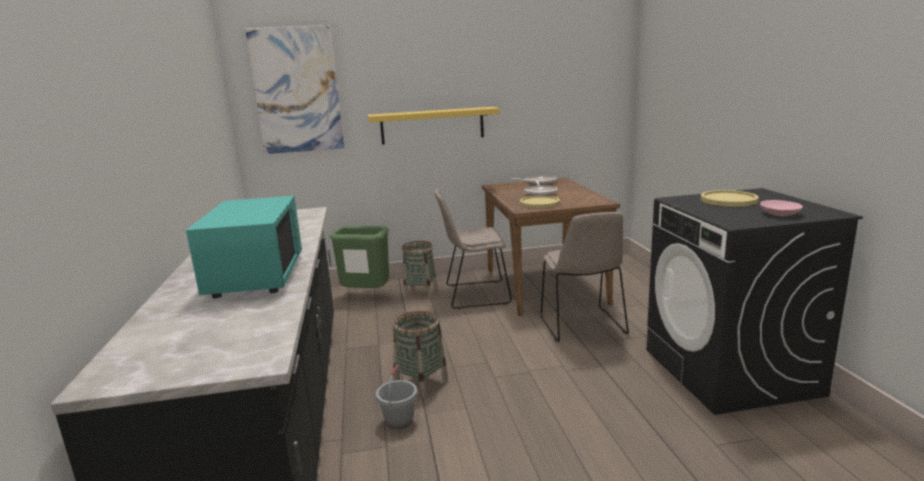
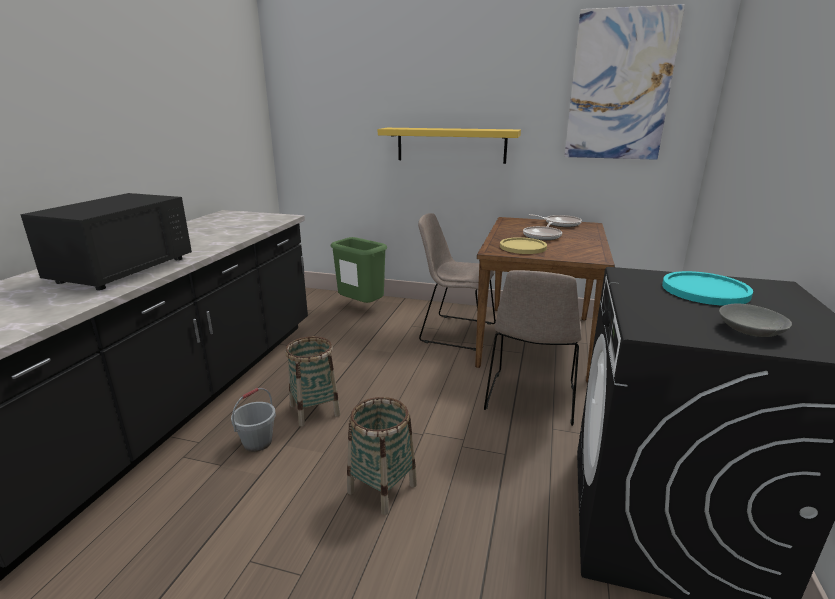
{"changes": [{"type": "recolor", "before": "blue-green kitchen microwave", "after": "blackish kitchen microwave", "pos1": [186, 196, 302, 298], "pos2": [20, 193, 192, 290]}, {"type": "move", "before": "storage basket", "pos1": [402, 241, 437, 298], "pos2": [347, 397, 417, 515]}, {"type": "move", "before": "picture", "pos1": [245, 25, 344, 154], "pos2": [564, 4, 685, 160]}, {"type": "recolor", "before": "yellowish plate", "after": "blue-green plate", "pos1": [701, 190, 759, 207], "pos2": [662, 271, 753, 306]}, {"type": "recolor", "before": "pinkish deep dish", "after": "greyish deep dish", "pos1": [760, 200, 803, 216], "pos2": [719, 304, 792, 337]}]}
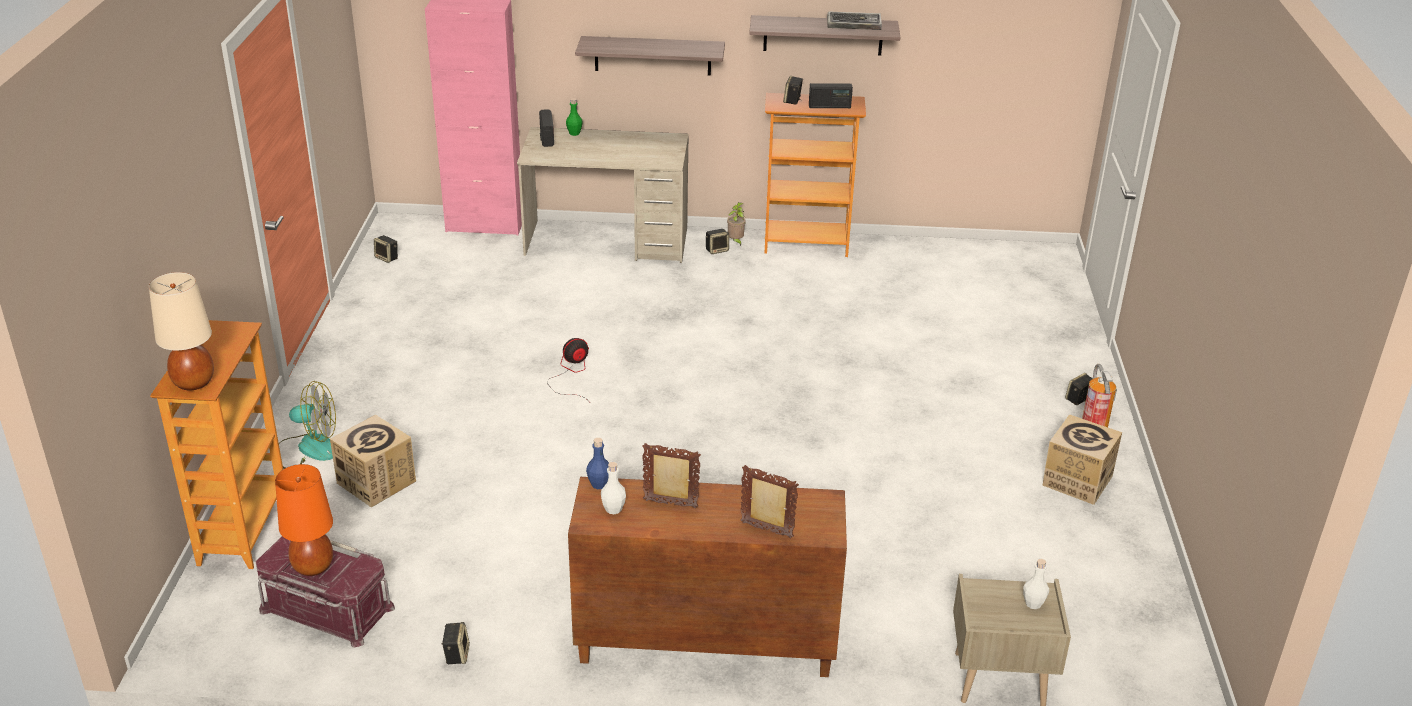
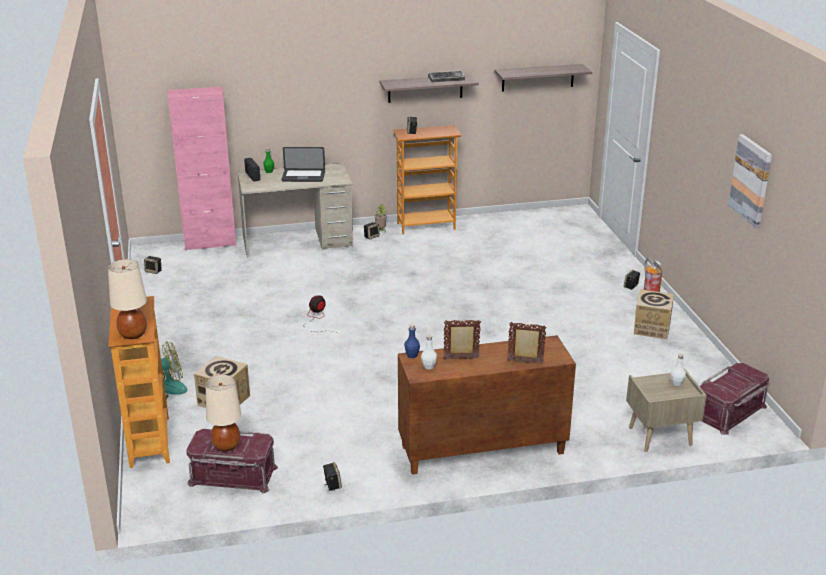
{"changes": [{"type": "recolor", "before": "orange tabletop lamp", "after": "beige-coloured tabletop lamp", "pos1": [275, 464, 333, 576], "pos2": [206, 375, 241, 451]}, {"type": "insert", "after": "laptop", "pos2": [281, 147, 325, 182]}, {"type": "move", "before": "bracket shelf", "pos1": [575, 36, 725, 76], "pos2": [494, 64, 592, 92]}, {"type": "insert", "after": "red-coloured storage box", "pos2": [700, 363, 770, 435]}, {"type": "insert", "after": "picture", "pos2": [728, 134, 772, 228]}, {"type": "delete", "before": "radio set", "pos1": [809, 83, 853, 108]}]}
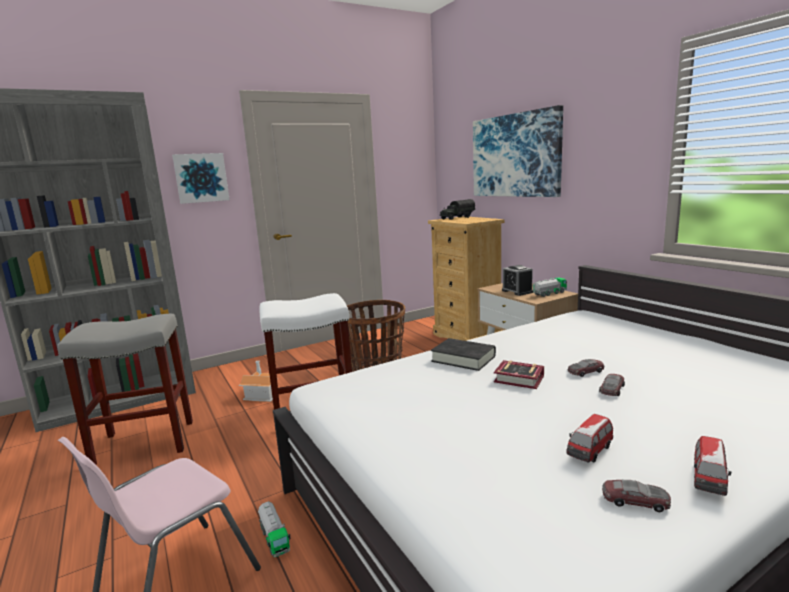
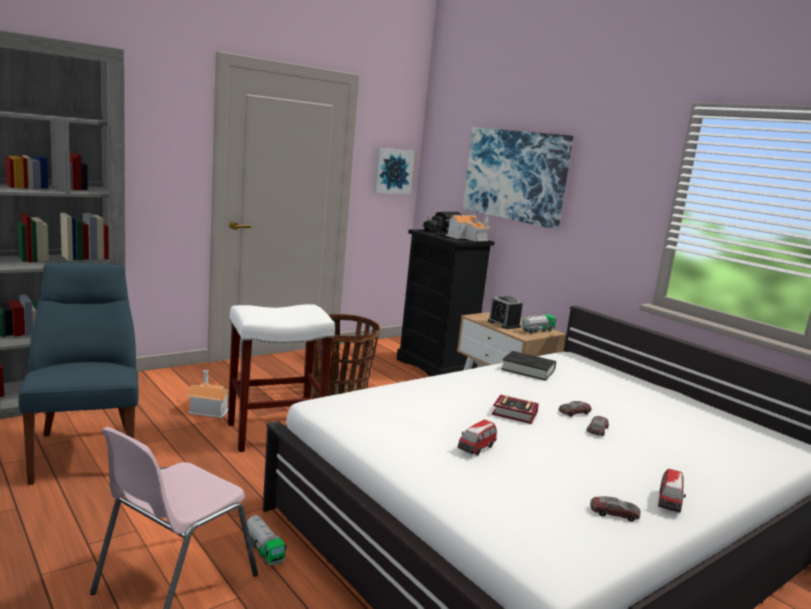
{"changes": [{"type": "replace", "before": "greyish stool", "after": "blue upright chair", "pos1": [58, 314, 193, 465], "pos2": [19, 262, 139, 485]}, {"type": "move", "before": "picture", "pos1": [172, 153, 230, 204], "pos2": [373, 148, 415, 194]}, {"type": "recolor", "before": "beige-coloured dresser", "after": "blackish dresser", "pos1": [428, 216, 505, 341], "pos2": [397, 229, 494, 377]}, {"type": "insert", "after": "miniature house", "pos2": [446, 213, 492, 241]}, {"type": "move", "before": "toy car", "pos1": [566, 414, 613, 463], "pos2": [458, 420, 497, 455]}, {"type": "move", "before": "blackish volume", "pos1": [431, 338, 496, 371], "pos2": [501, 351, 556, 381]}]}
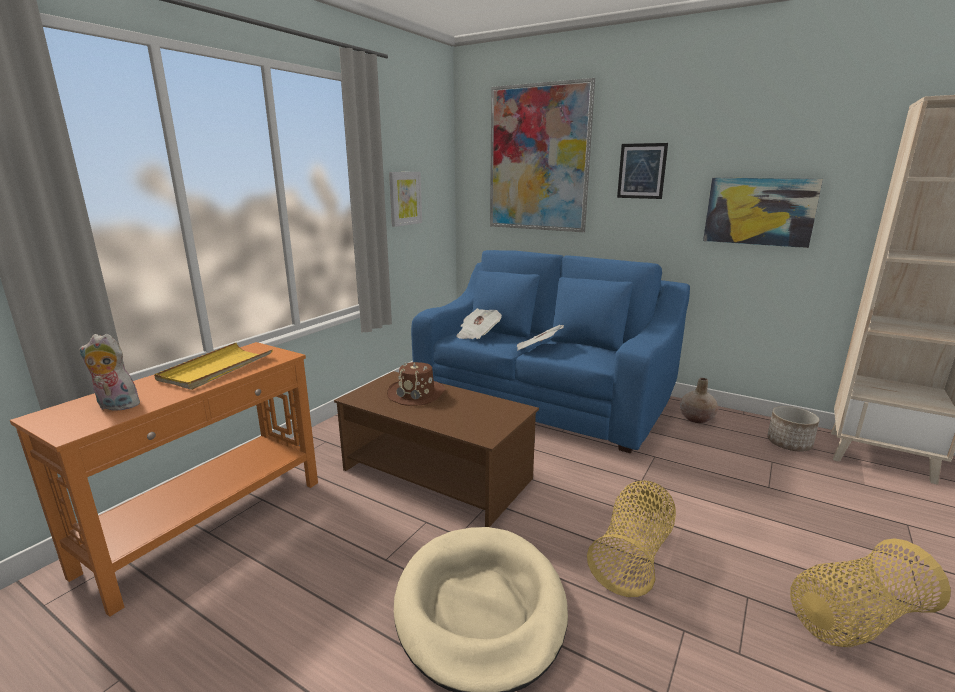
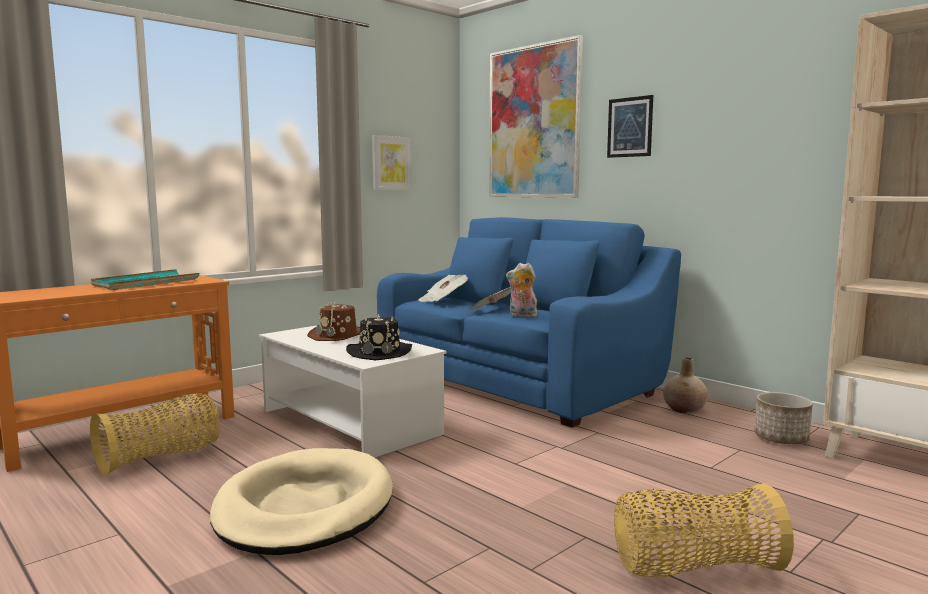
{"changes": [{"type": "move", "before": "storage basket", "pos1": [587, 480, 676, 597], "pos2": [90, 393, 220, 476]}, {"type": "recolor", "before": "yellowish serving tray", "after": "blue-green serving tray", "pos1": [154, 343, 273, 390], "pos2": [91, 269, 199, 290]}, {"type": "recolor", "before": "brown lounge table", "after": "white lounge table", "pos1": [334, 371, 539, 527], "pos2": [259, 325, 447, 458]}, {"type": "insert", "after": "blackish clothing hat", "pos2": [346, 313, 412, 360]}, {"type": "move", "before": "cuddly toy", "pos1": [79, 334, 142, 410], "pos2": [506, 263, 537, 317]}, {"type": "delete", "before": "picture", "pos1": [703, 178, 823, 248]}]}
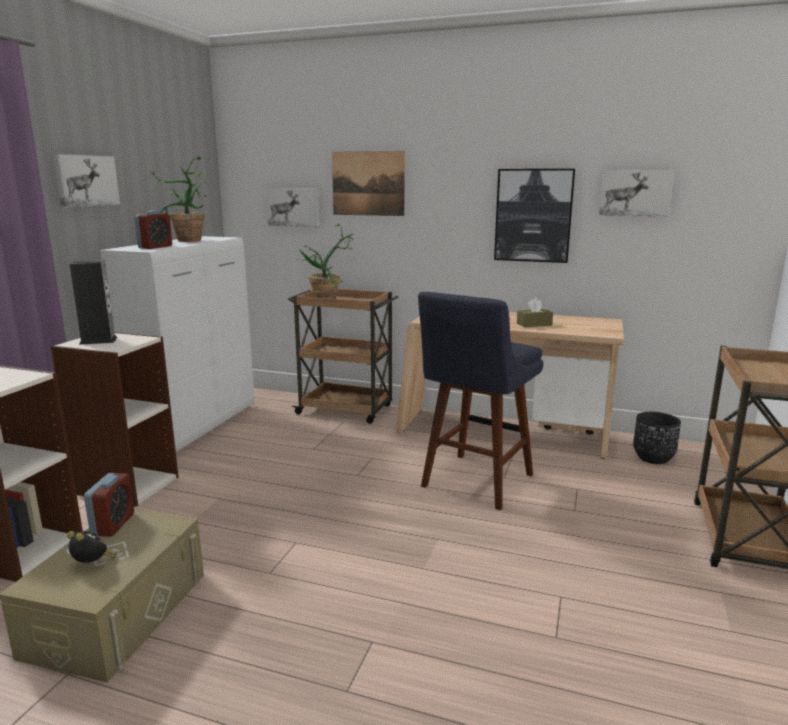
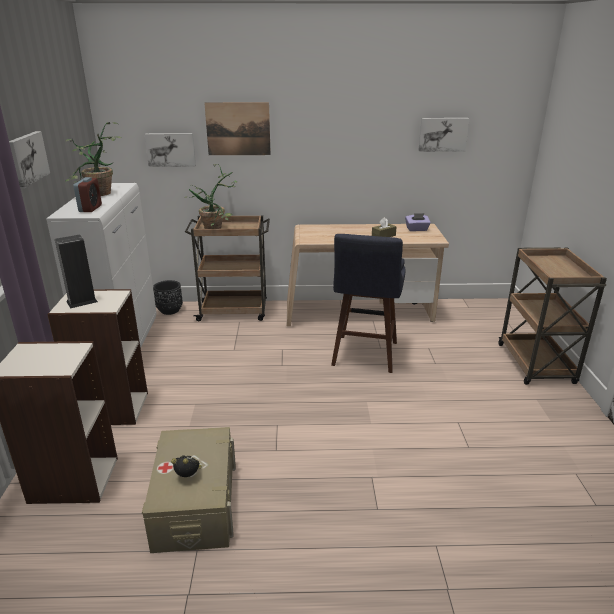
{"changes": [{"type": "move", "before": "blackish planter", "pos1": [633, 412, 681, 464], "pos2": [153, 280, 183, 315]}, {"type": "insert", "after": "purple tissue box", "pos2": [405, 213, 431, 231]}, {"type": "delete", "before": "alarm clock", "pos1": [84, 473, 134, 537]}, {"type": "delete", "before": "picture", "pos1": [494, 169, 575, 263]}]}
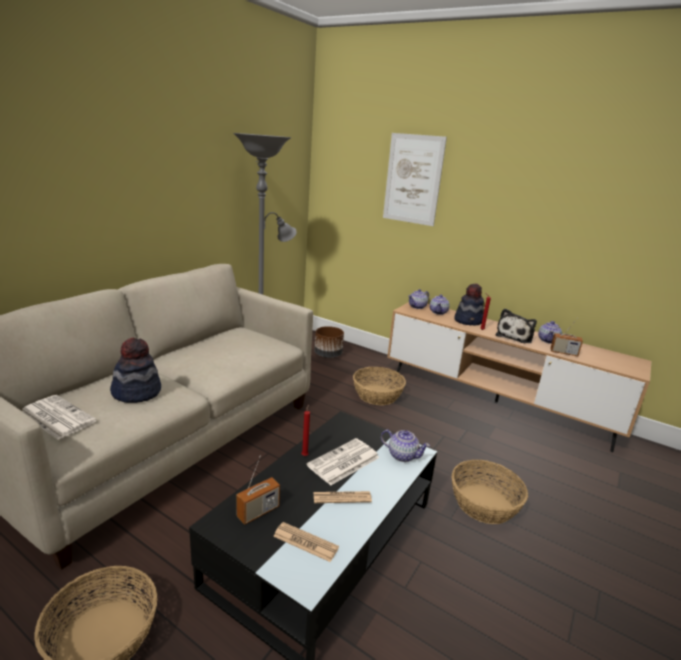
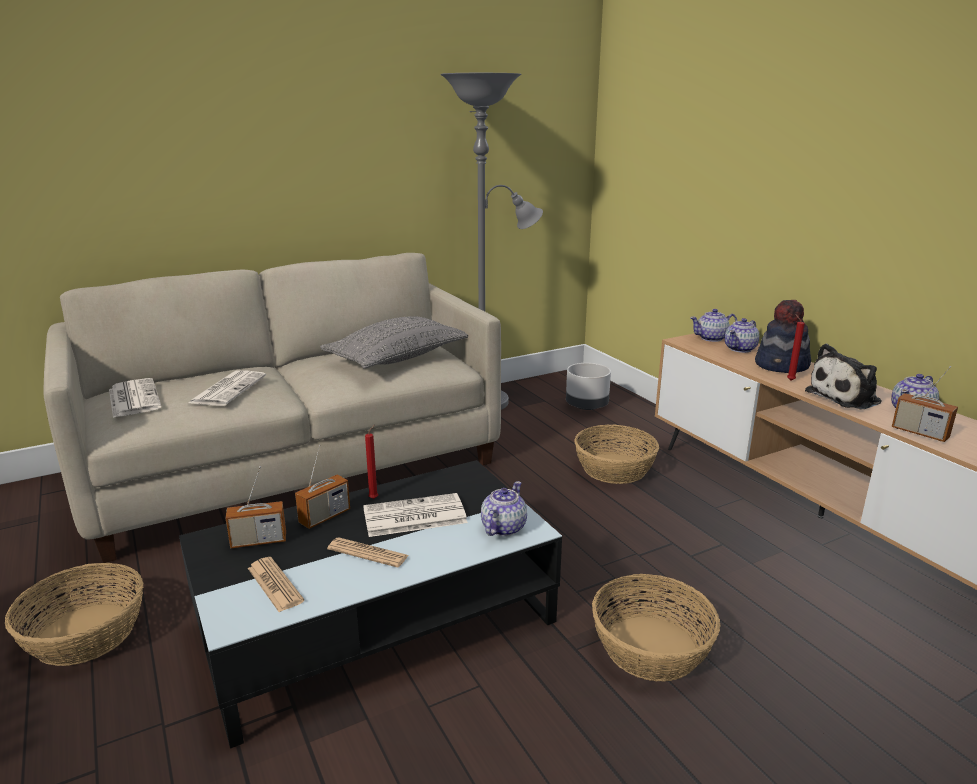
{"changes": [{"type": "replace", "before": "clothing hat", "after": "newspaper", "pos1": [110, 338, 161, 403], "pos2": [189, 371, 266, 406]}, {"type": "insert", "after": "radio set", "pos2": [295, 445, 350, 529]}, {"type": "insert", "after": "greyish throw pillow", "pos2": [320, 316, 468, 369]}, {"type": "rotate", "before": "pot for tea", "pos1": [381, 429, 430, 462], "pos2": [481, 481, 527, 536], "turn": -120}, {"type": "recolor", "before": "brown planter", "after": "greyish planter", "pos1": [314, 326, 344, 358], "pos2": [566, 363, 611, 410]}, {"type": "delete", "before": "picture", "pos1": [383, 133, 447, 226]}]}
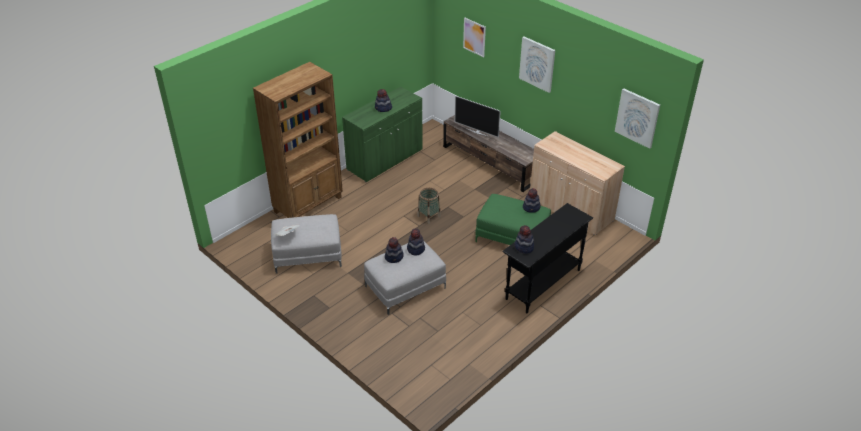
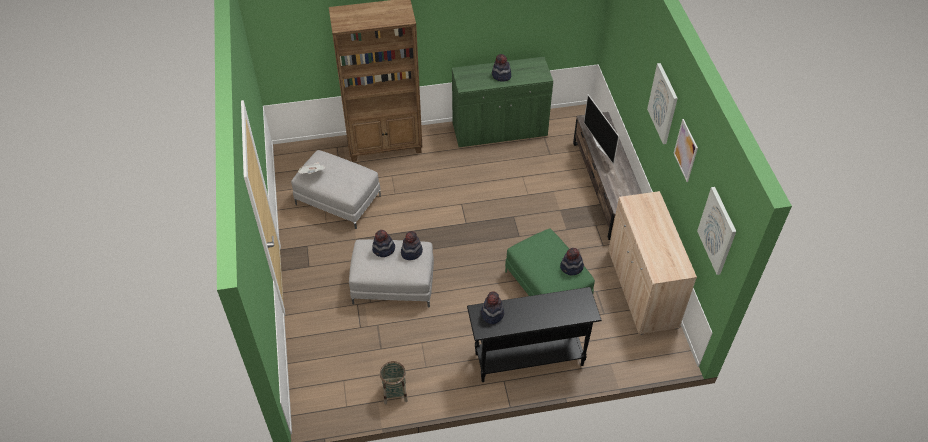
{"changes": [{"type": "move", "before": "storage basket", "pos1": [417, 188, 441, 224], "pos2": [380, 361, 408, 404]}, {"type": "move", "before": "picture", "pos1": [463, 17, 486, 57], "pos2": [674, 119, 698, 182]}]}
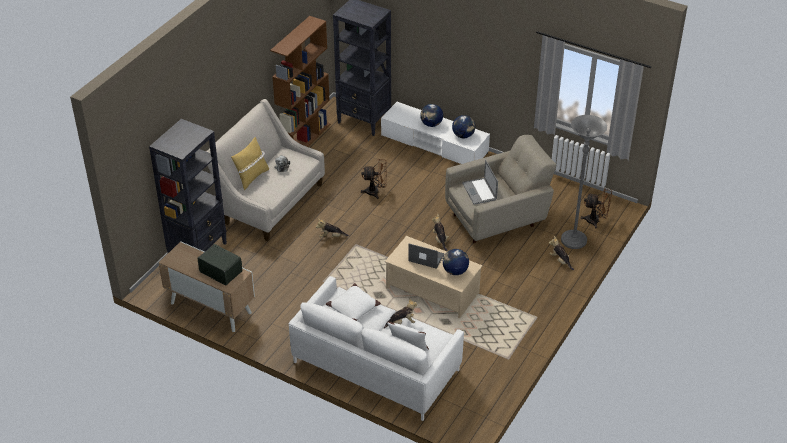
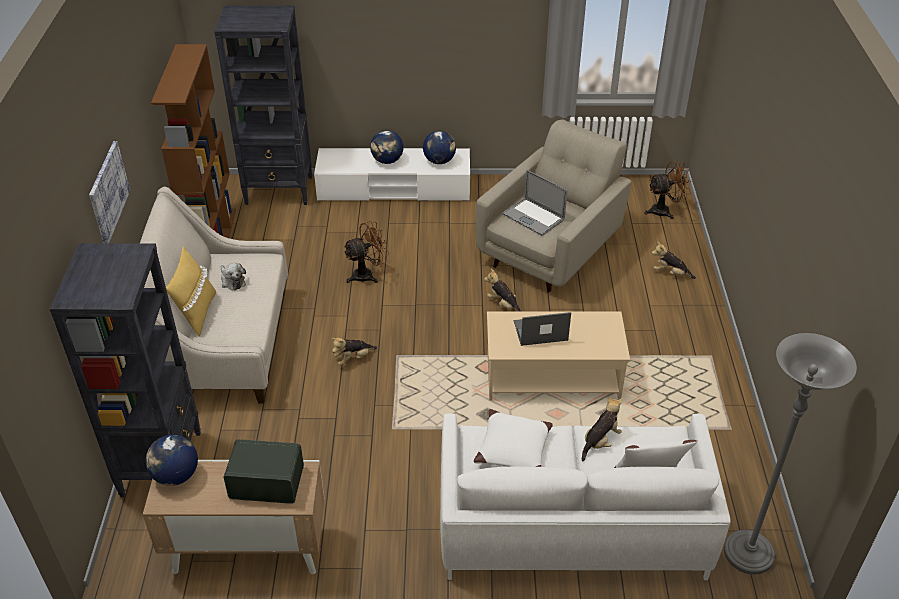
{"changes": [{"type": "insert", "after": "picture", "pos2": [89, 141, 130, 243]}, {"type": "move", "before": "desk globe", "pos1": [443, 249, 469, 275], "pos2": [146, 435, 198, 486]}, {"type": "move", "before": "greyish standard lamp", "pos1": [561, 115, 607, 249], "pos2": [724, 333, 857, 575]}]}
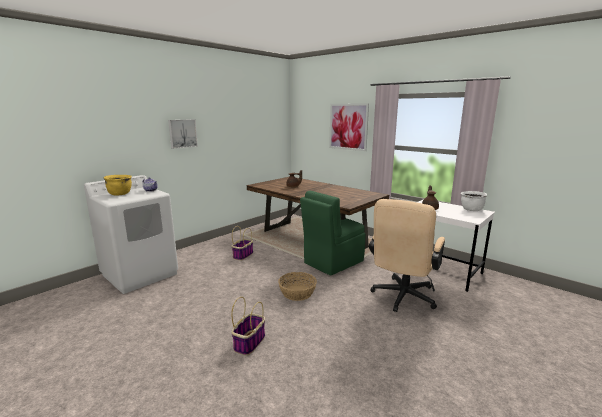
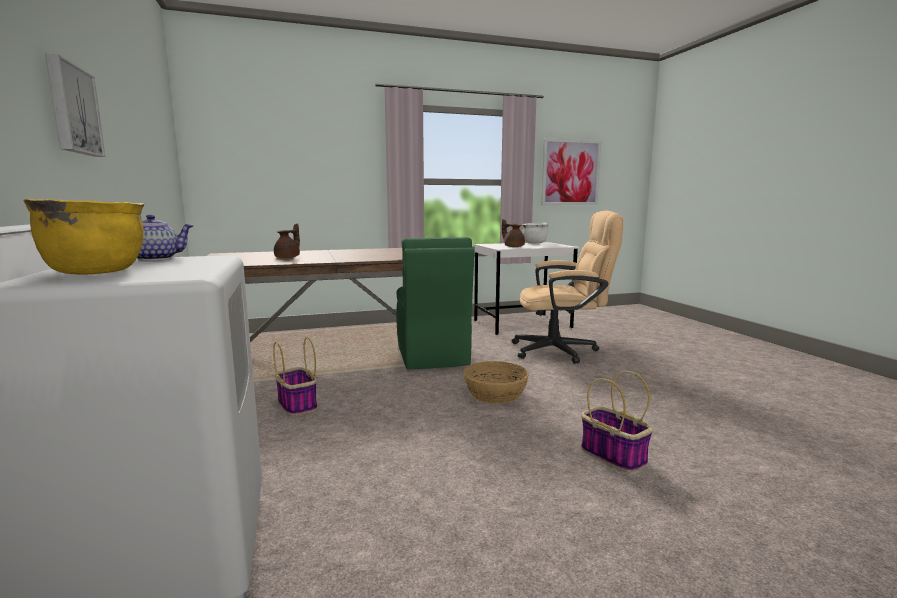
{"changes": [{"type": "rotate", "before": "beige-coloured desk chair", "pos1": [369, 199, 445, 312], "pos2": [512, 211, 624, 364], "turn": -60}, {"type": "move", "before": "picture", "pos1": [329, 103, 369, 151], "pos2": [542, 138, 601, 205]}]}
